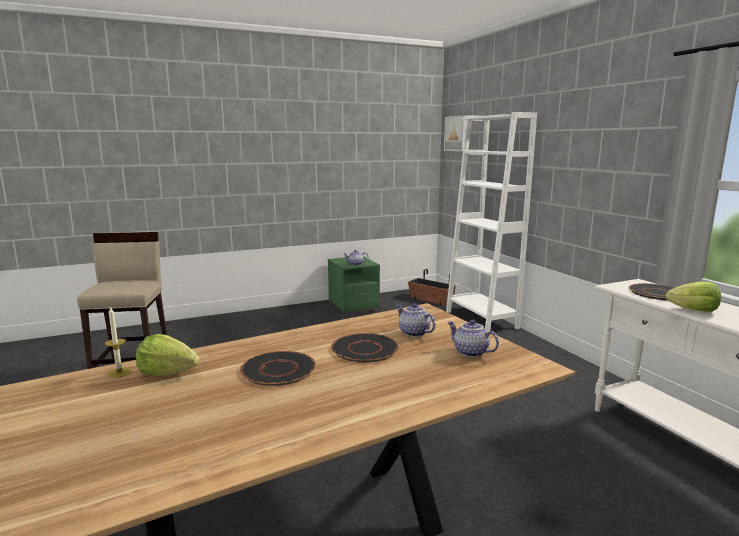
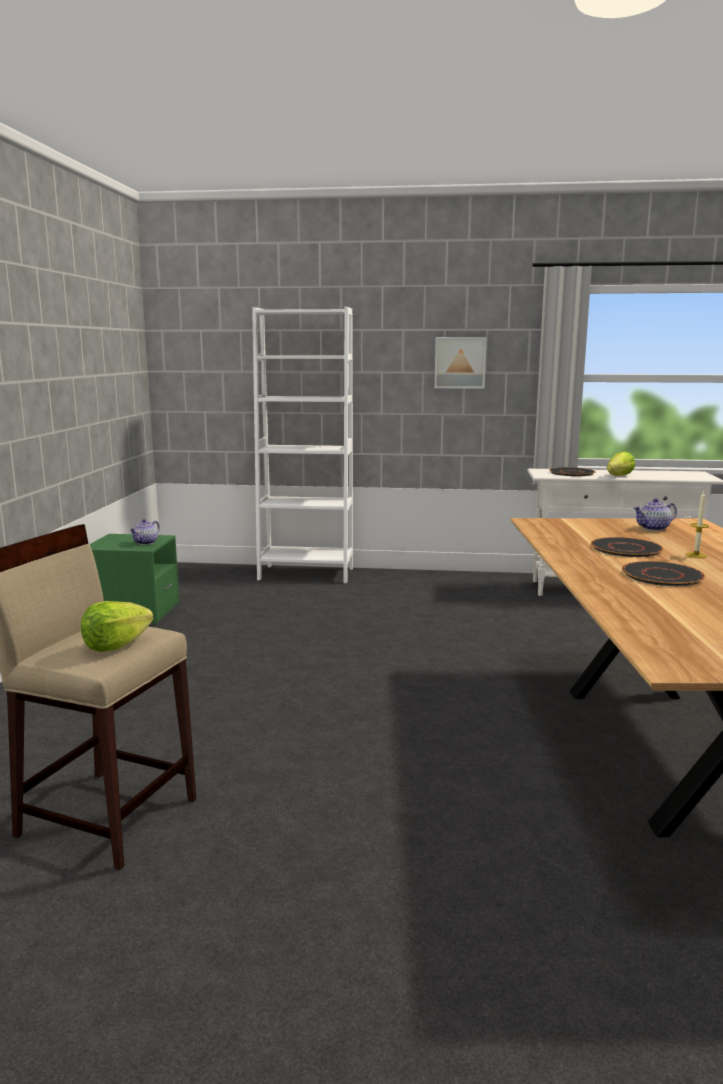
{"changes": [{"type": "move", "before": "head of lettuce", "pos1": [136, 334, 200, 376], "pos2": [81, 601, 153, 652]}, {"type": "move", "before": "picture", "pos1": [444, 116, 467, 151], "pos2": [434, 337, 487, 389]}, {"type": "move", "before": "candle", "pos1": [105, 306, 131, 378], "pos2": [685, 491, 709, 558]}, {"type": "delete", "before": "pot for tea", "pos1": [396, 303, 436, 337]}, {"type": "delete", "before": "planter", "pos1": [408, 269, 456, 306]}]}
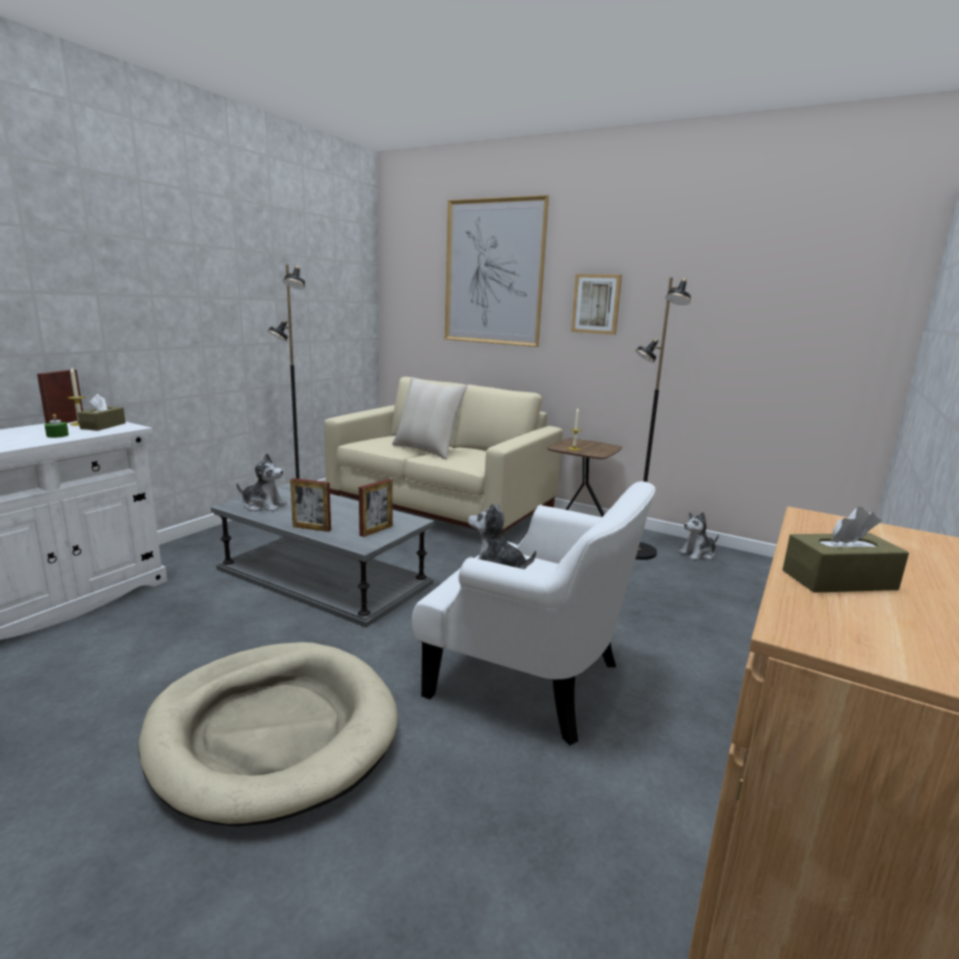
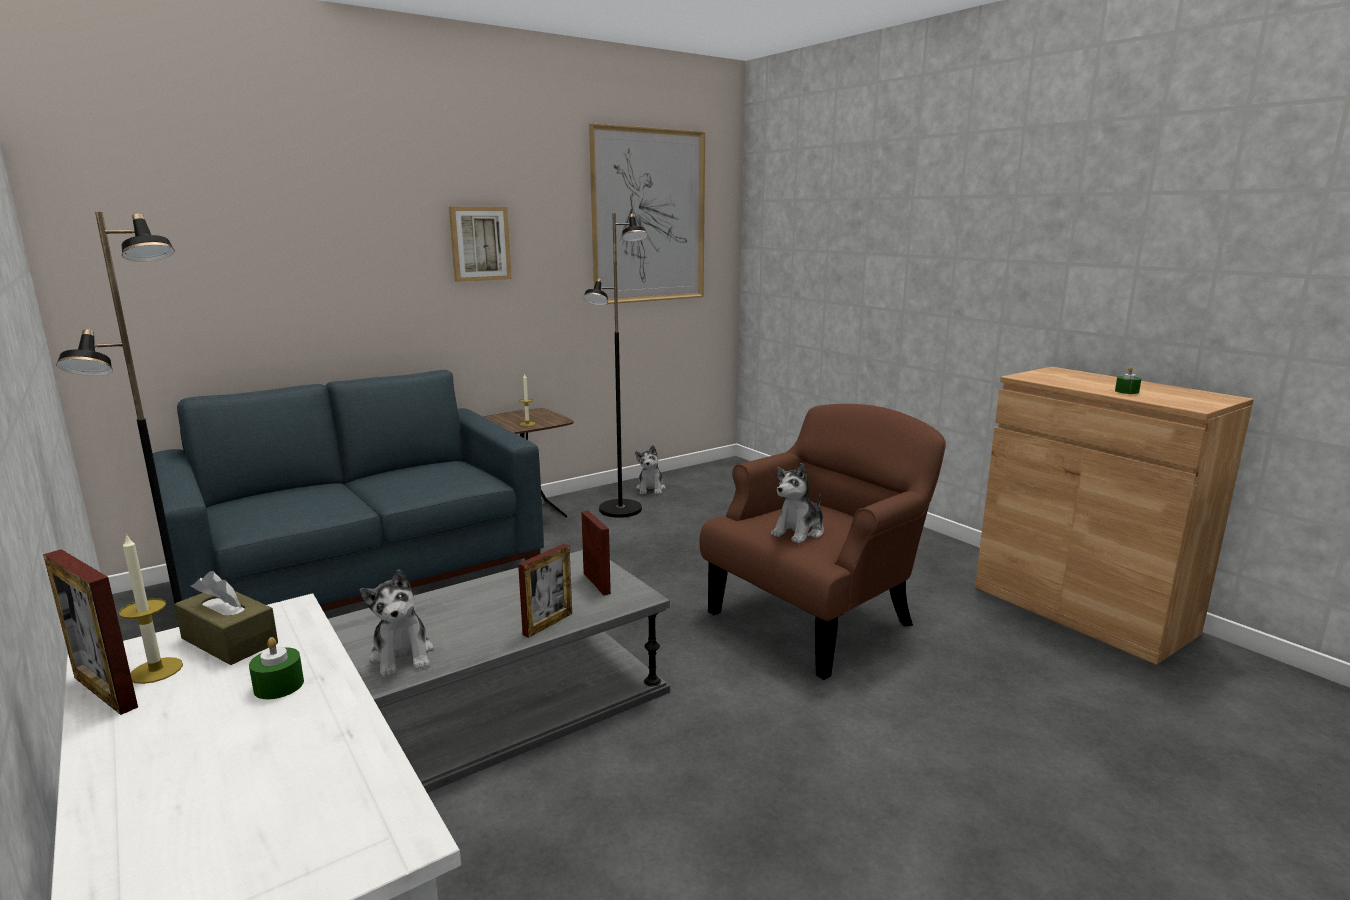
{"changes": [{"type": "recolor", "before": "beige-coloured sofa", "after": "blue sofa", "pos1": [324, 377, 563, 536], "pos2": [153, 370, 544, 611]}, {"type": "rotate", "before": "cuddly toy", "pos1": [236, 453, 287, 511], "pos2": [360, 569, 434, 677], "turn": 120}, {"type": "move", "before": "picture", "pos1": [445, 195, 549, 347], "pos2": [589, 123, 705, 304]}, {"type": "recolor", "before": "white easy chair", "after": "brown easy chair", "pos1": [412, 481, 655, 745], "pos2": [699, 404, 946, 680]}, {"type": "replace", "before": "brown tissue box", "after": "green candle", "pos1": [783, 507, 909, 593], "pos2": [1115, 367, 1141, 394]}, {"type": "delete", "before": "beige-coloured dog cushion", "pos1": [139, 642, 398, 827]}, {"type": "delete", "before": "beige-coloured throw pillow", "pos1": [392, 377, 467, 459]}]}
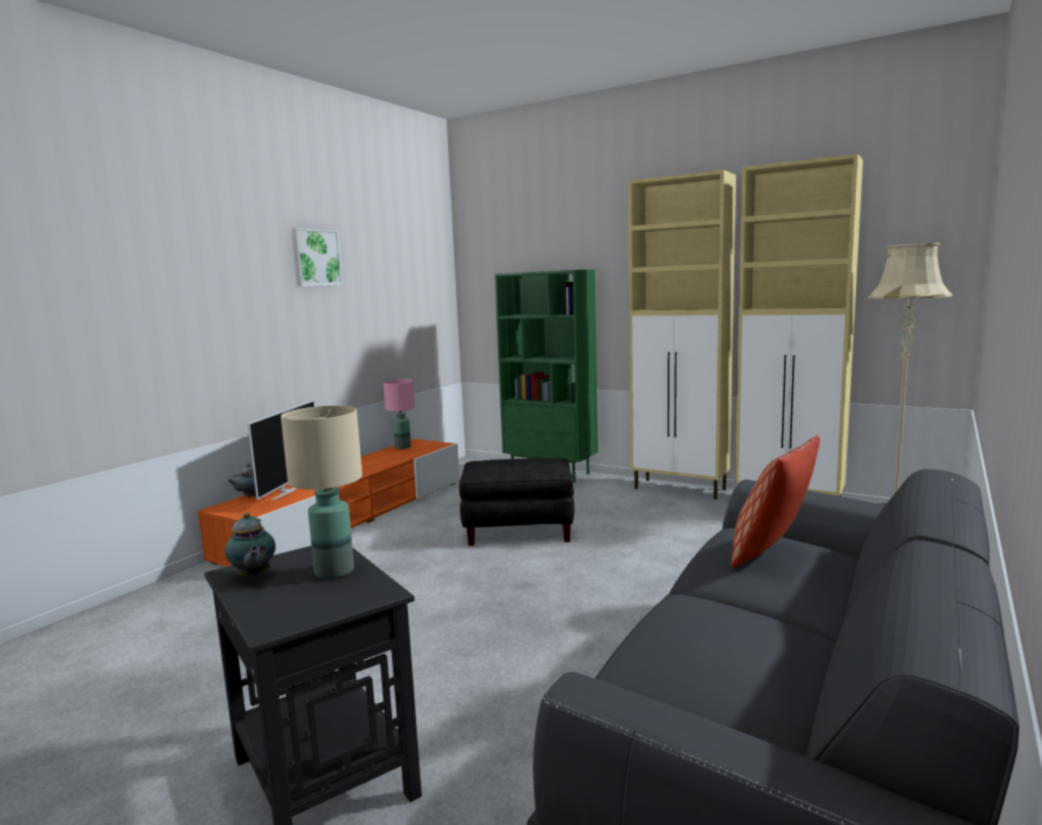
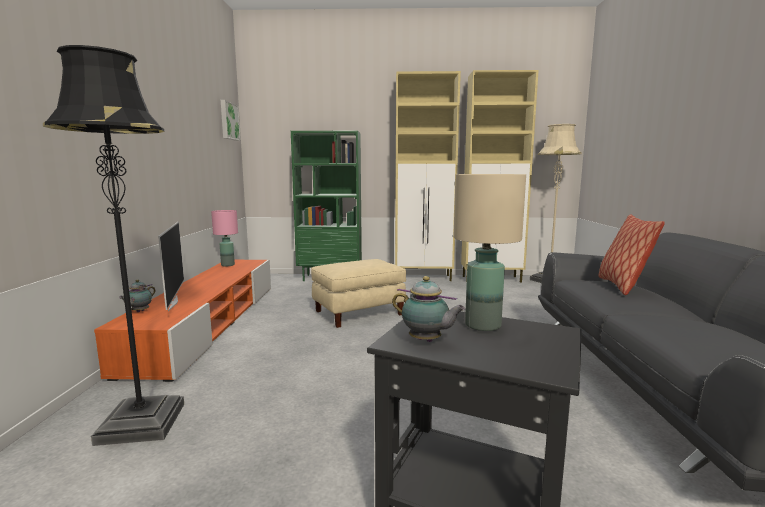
{"changes": [{"type": "insert", "after": "blackish standard lamp", "pos2": [43, 45, 184, 446]}, {"type": "move", "before": "picture", "pos1": [291, 228, 343, 286], "pos2": [221, 100, 241, 141]}, {"type": "recolor", "before": "blackish footrest", "after": "beige-coloured footrest", "pos1": [459, 458, 575, 546], "pos2": [311, 259, 406, 328]}]}
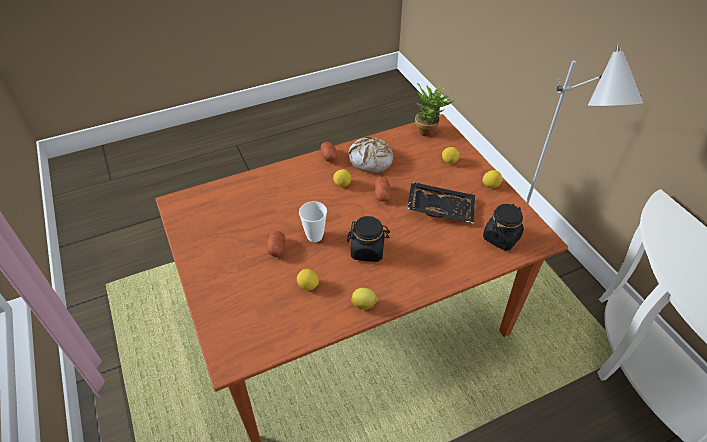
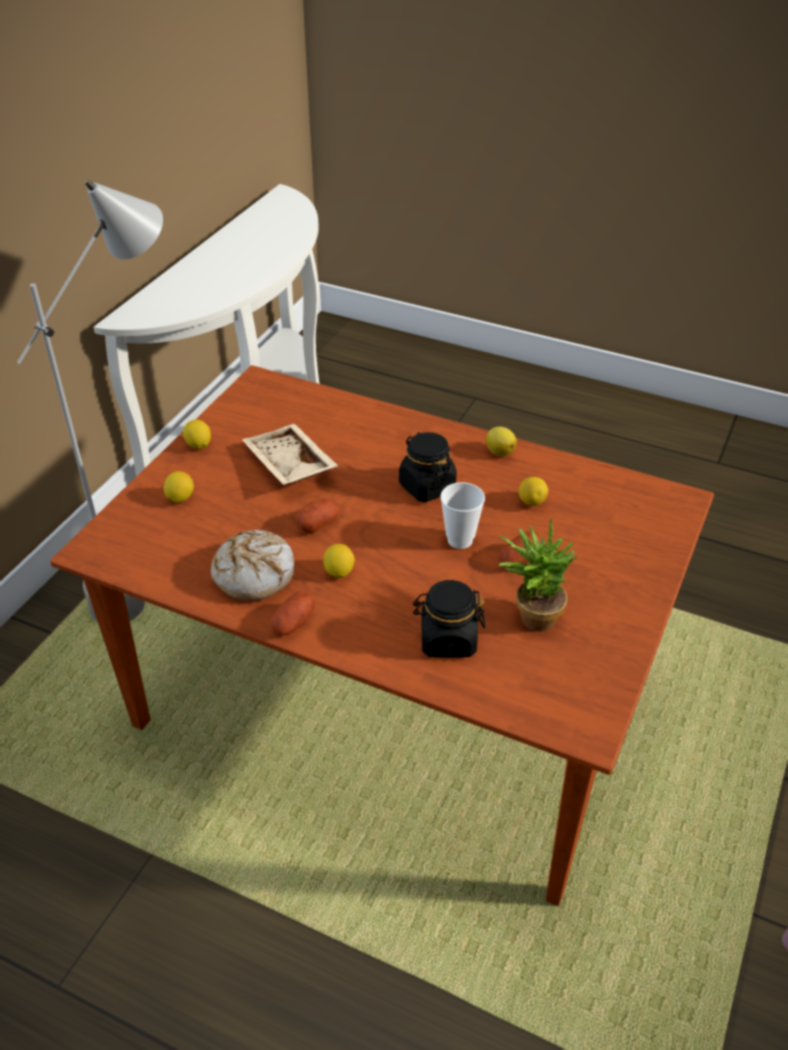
{"changes": [{"type": "recolor", "before": "blackish serving tray", "after": "beige-coloured serving tray", "pos1": [407, 182, 475, 224], "pos2": [242, 424, 338, 485]}, {"type": "move", "before": "blackish jar", "pos1": [483, 204, 524, 251], "pos2": [413, 580, 485, 658]}, {"type": "move", "before": "plant in a pot", "pos1": [415, 83, 454, 136], "pos2": [499, 518, 577, 631]}]}
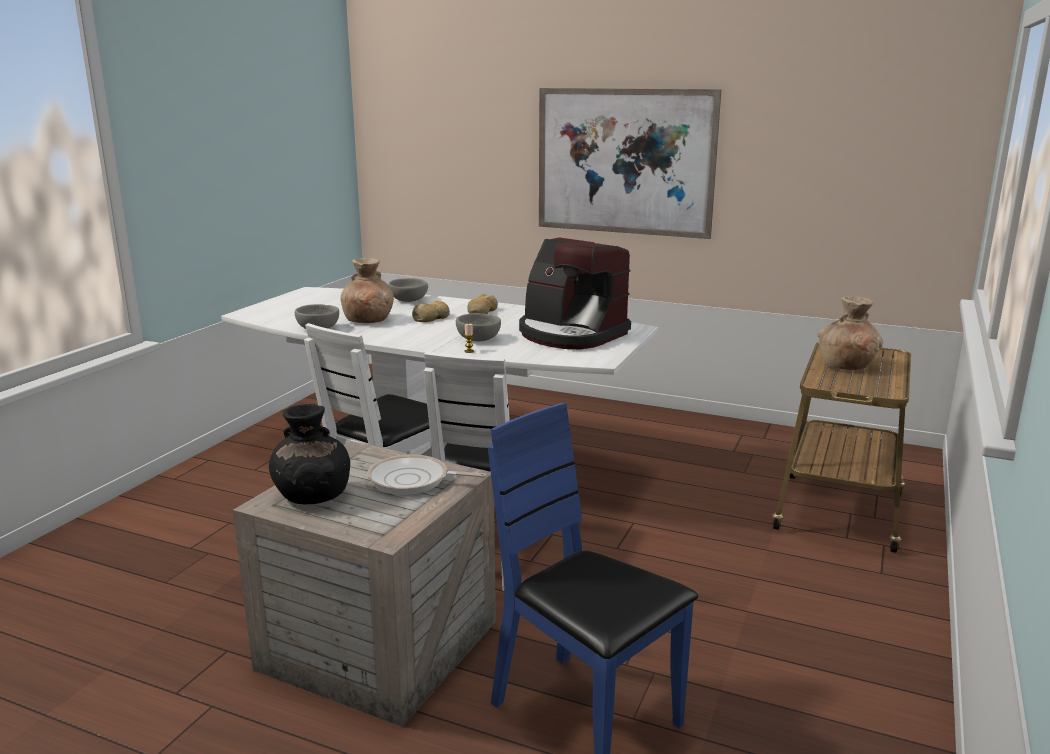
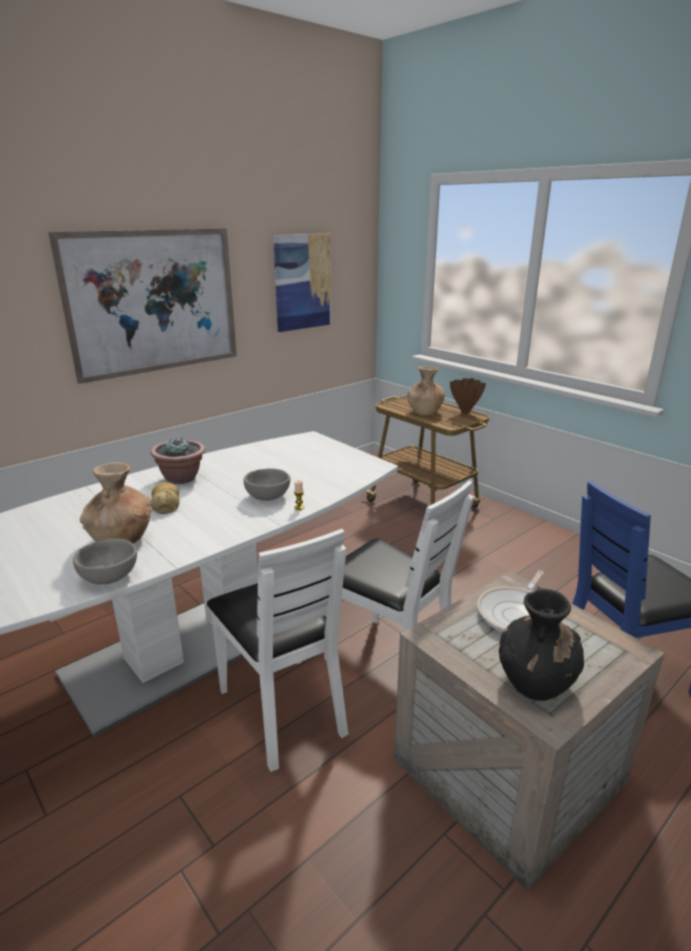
{"changes": [{"type": "replace", "before": "baked bread", "after": "plant in a pot", "pos1": [467, 294, 498, 314], "pos2": [150, 438, 205, 484]}, {"type": "insert", "after": "picture", "pos2": [273, 234, 331, 332]}, {"type": "insert", "after": "brown vase", "pos2": [450, 378, 486, 414]}, {"type": "delete", "before": "greyish deep dish", "pos1": [388, 278, 428, 302]}, {"type": "delete", "before": "coffee brewer", "pos1": [519, 237, 631, 349]}]}
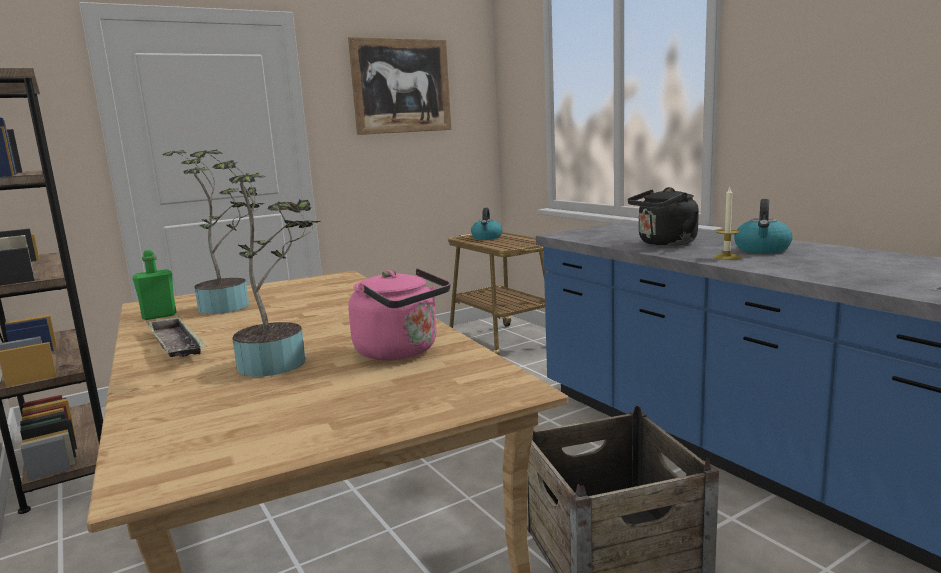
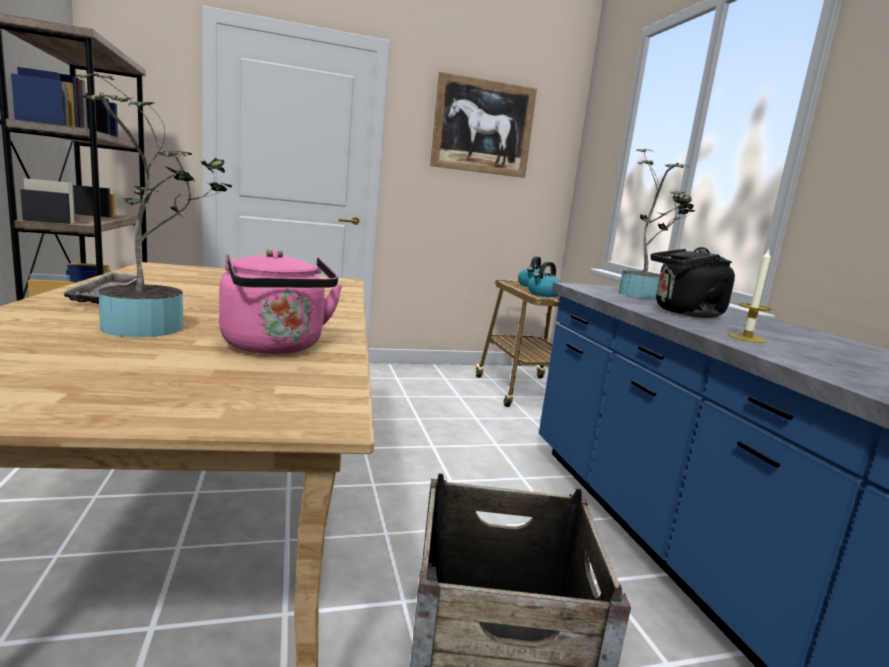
{"changes": [{"type": "move", "before": "water kettle", "pos1": [734, 199, 793, 253], "pos2": [528, 262, 561, 297]}, {"type": "move", "before": "plant in a pot", "pos1": [162, 150, 264, 314], "pos2": [619, 149, 695, 300]}, {"type": "delete", "before": "green beverage bottle", "pos1": [132, 250, 176, 320]}]}
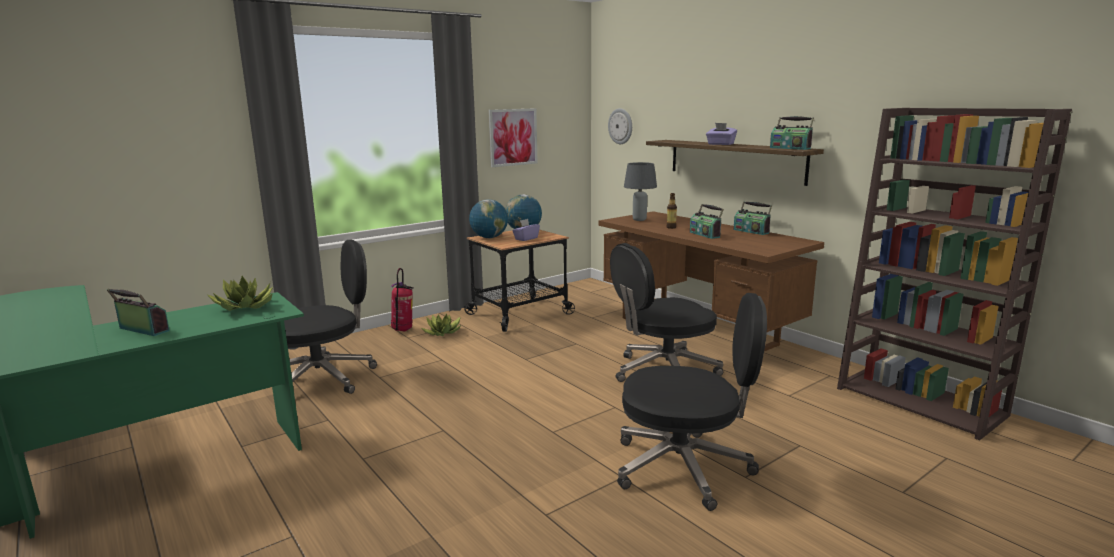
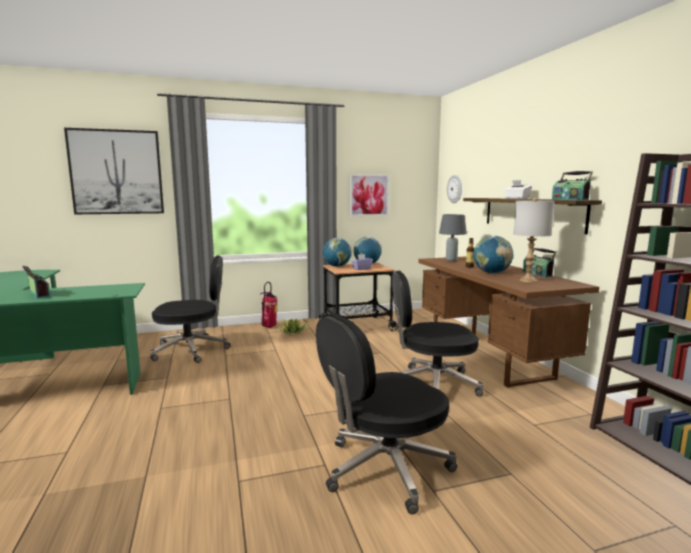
{"changes": [{"type": "insert", "after": "picture", "pos2": [64, 128, 164, 214]}, {"type": "rotate", "before": "blackish desk chair", "pos1": [617, 293, 767, 511], "pos2": [316, 313, 457, 514], "turn": 120}, {"type": "replace", "before": "radio set", "after": "desk globe", "pos1": [690, 204, 724, 239], "pos2": [474, 236, 513, 274]}, {"type": "recolor", "before": "purple tissue box", "after": "white tissue box", "pos1": [706, 123, 737, 145], "pos2": [504, 180, 532, 199]}, {"type": "insert", "after": "greyish tabletop lamp", "pos2": [513, 198, 555, 283]}, {"type": "delete", "before": "plant in a pot", "pos1": [208, 276, 273, 311]}]}
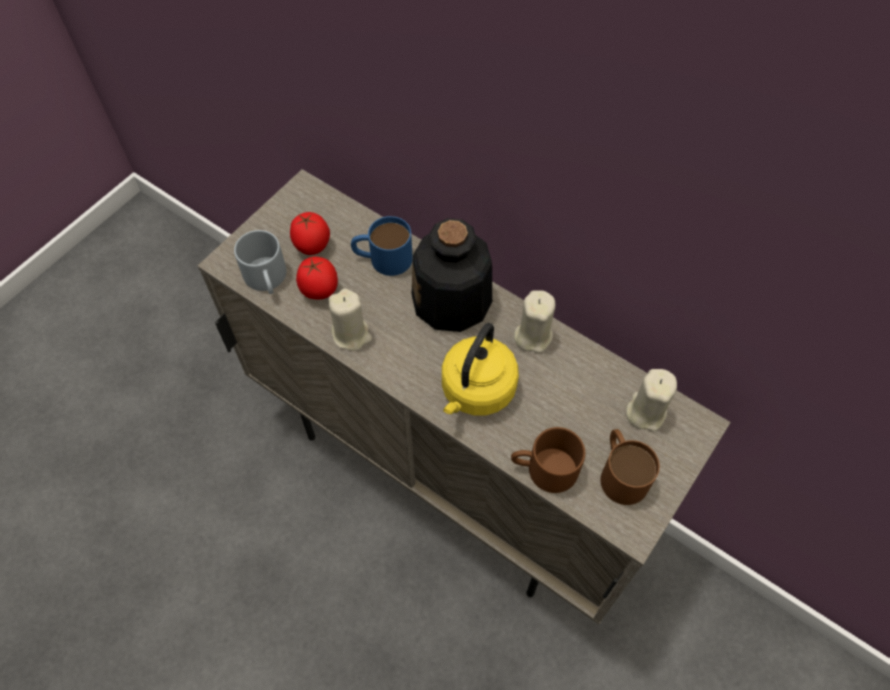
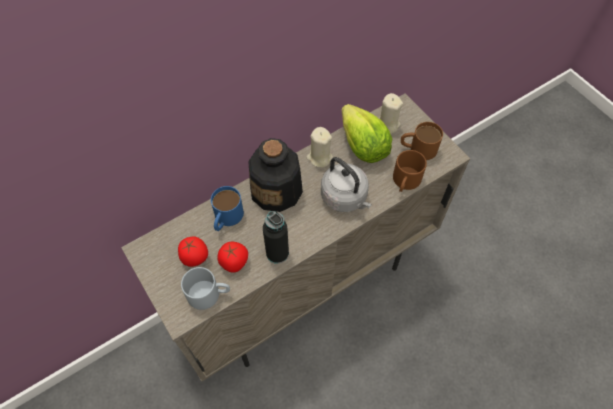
{"changes": [{"type": "replace", "before": "beige-coloured candle", "after": "blackish beverage bottle", "pos1": [329, 289, 372, 351], "pos2": [263, 211, 289, 264]}, {"type": "recolor", "before": "yellowish water kettle", "after": "greyish water kettle", "pos1": [442, 323, 519, 415], "pos2": [321, 157, 372, 212]}, {"type": "insert", "after": "head of lettuce", "pos2": [342, 104, 392, 163]}]}
